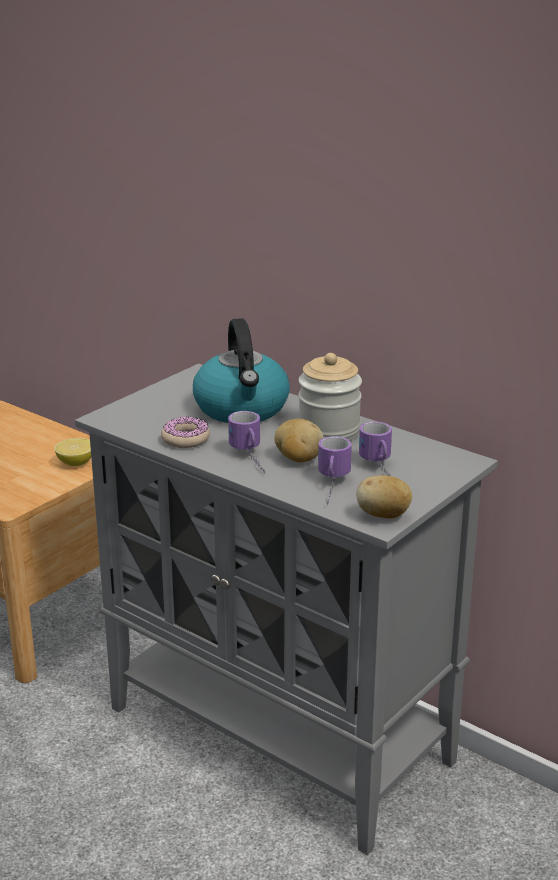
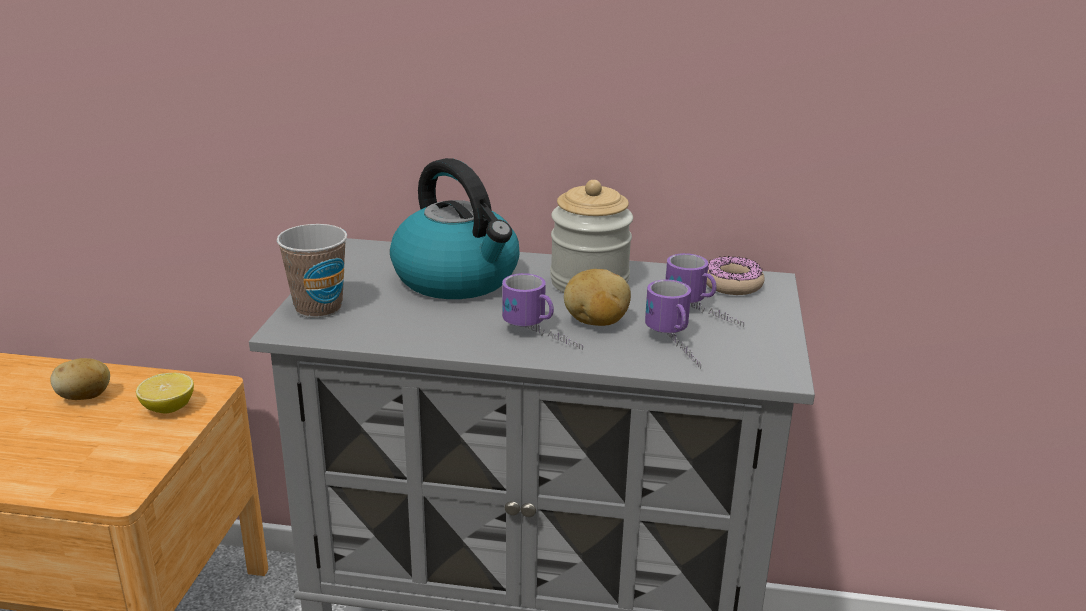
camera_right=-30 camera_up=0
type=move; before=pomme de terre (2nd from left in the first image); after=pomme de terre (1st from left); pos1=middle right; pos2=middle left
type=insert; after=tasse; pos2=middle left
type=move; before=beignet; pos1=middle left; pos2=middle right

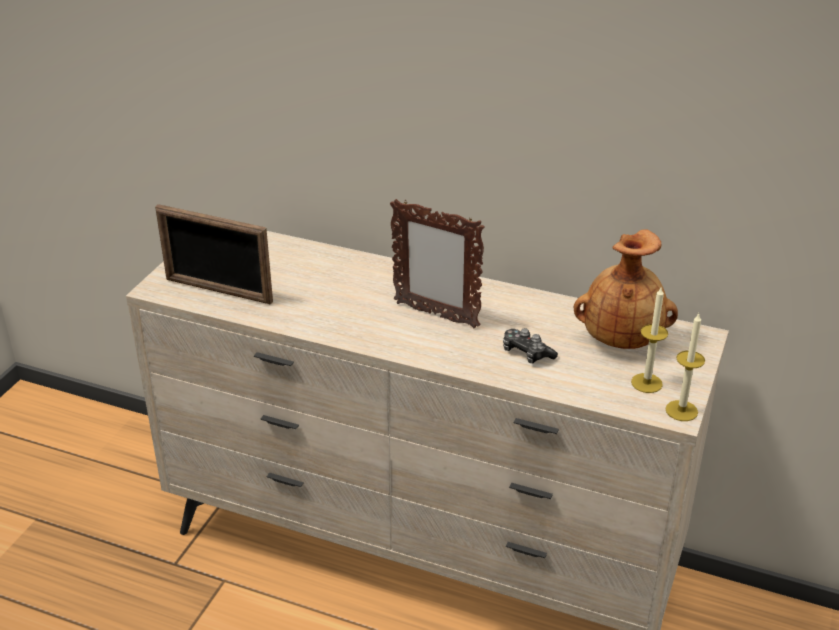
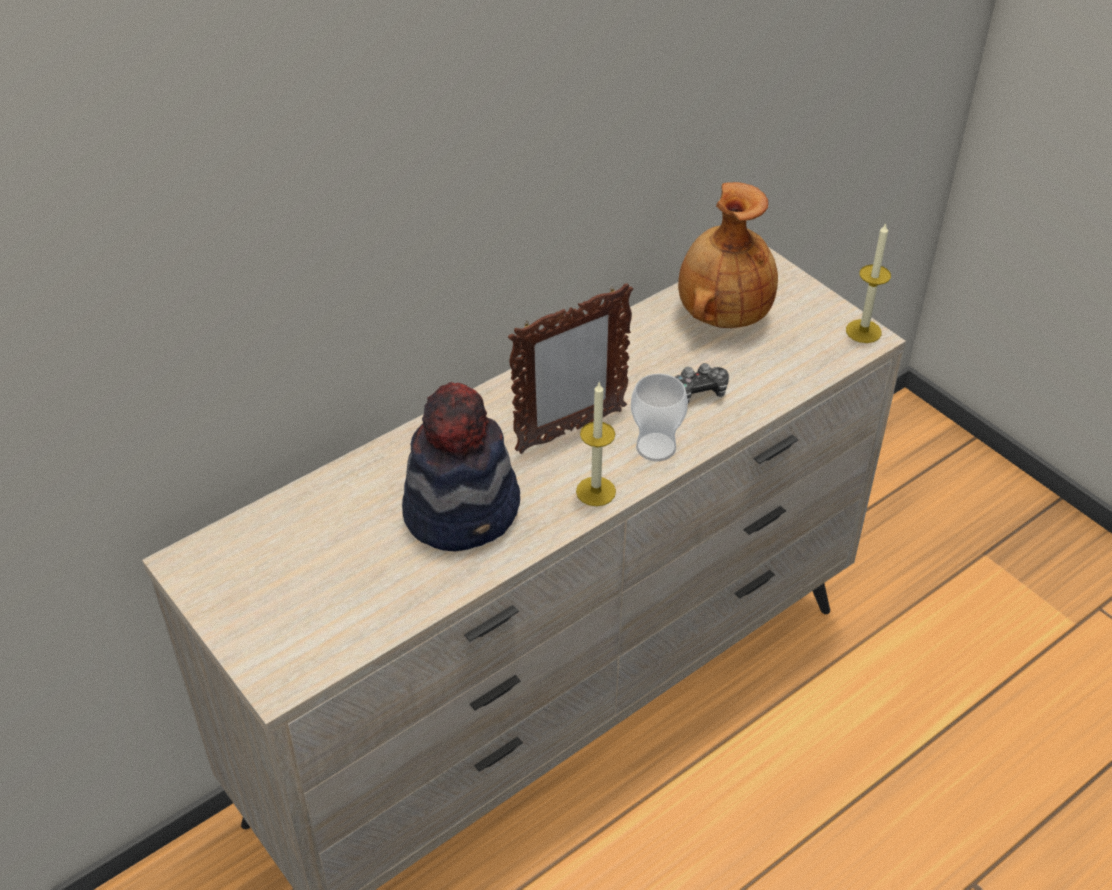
camera_right=-60 camera_up=10
type=insert; after=chapeau; pos2=centre
type=move; before=bougie (1st from left); pos1=middle right; pos2=centre
type=insert; after=tasse; pos2=centre
type=delete; before=cadre photo (1st from left); pos1=middle left

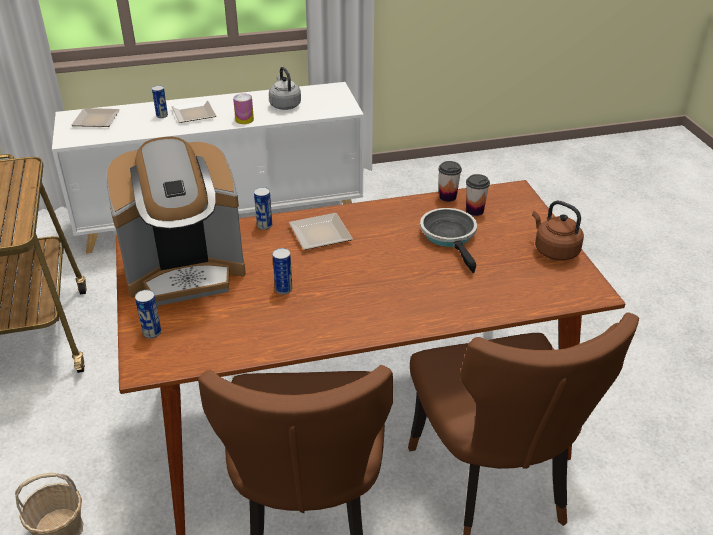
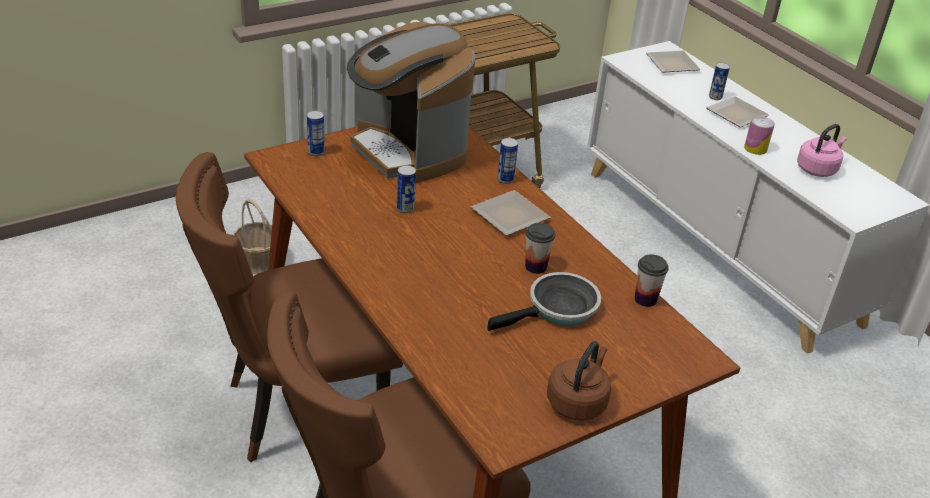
camera_right=70 camera_up=0
type=move; before=tasse (2nd from left in the first image); after=tasse (1st from left); pos1=middle right; pos2=centre
type=recolor; before=bouilloire (gris); after=bouilloire (rose); pos1=top centre; pos2=top right

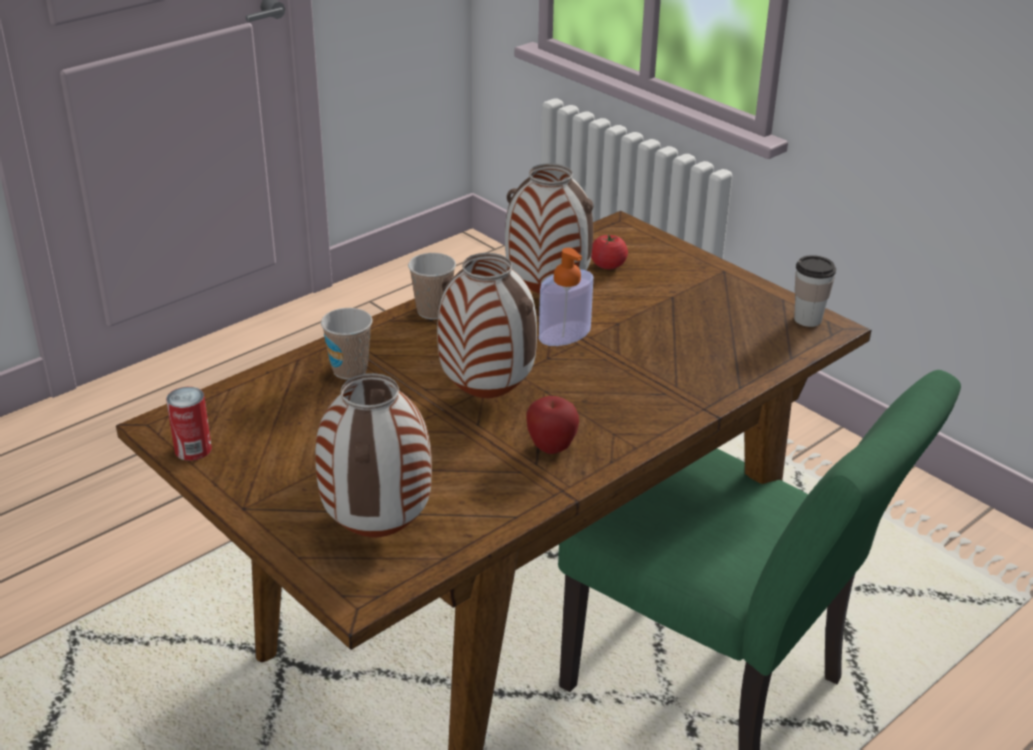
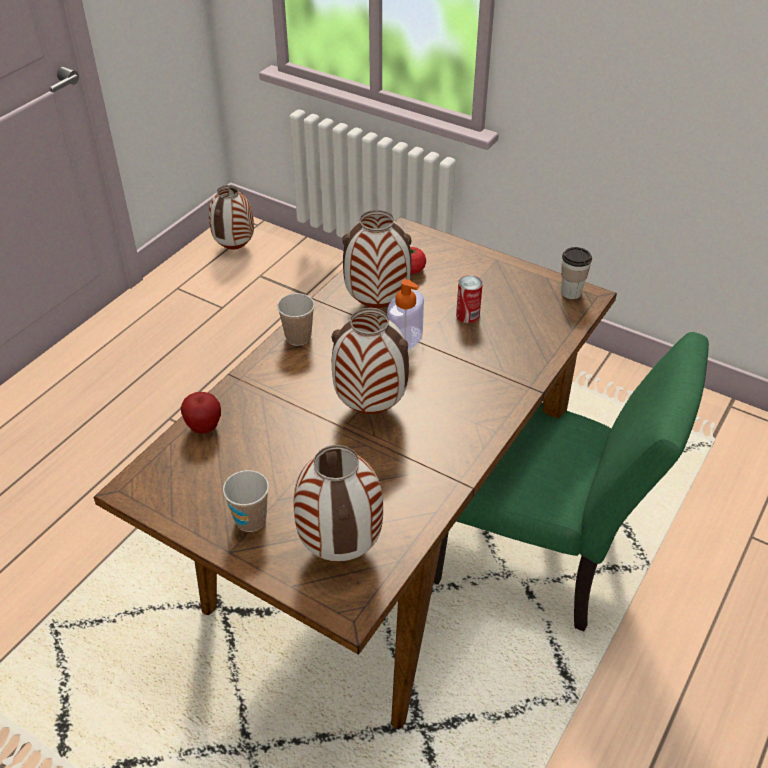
camera_right=-15 camera_up=10
type=move; before=pomme; pos1=centre; pos2=middle left
type=insert; after=vase (1st from left); pos2=top left
type=move; before=tasse (1st from left); pos1=centre; pos2=middle left
type=move; before=boîte métallique; pos1=middle left; pos2=centre

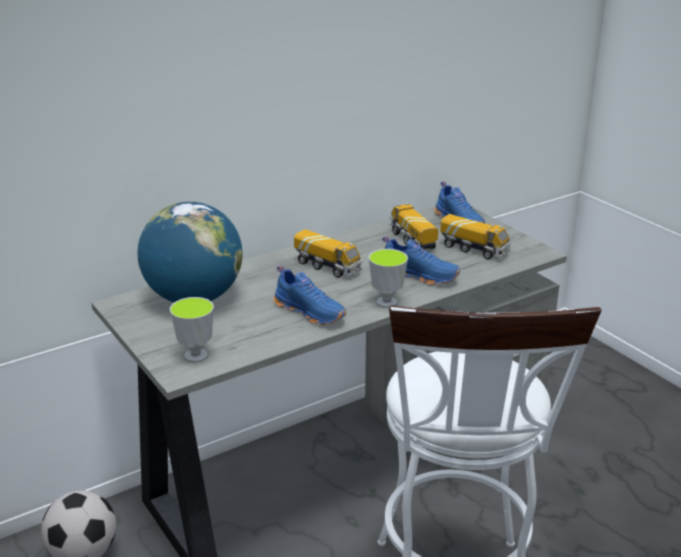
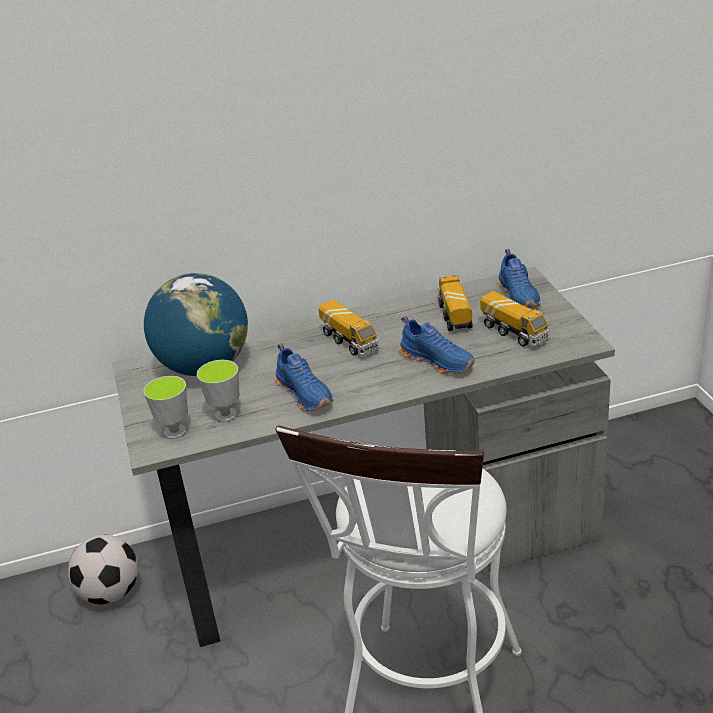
camera_right=20 camera_up=5
type=move; before=tasse (2nd from left); pos1=centre; pos2=middle left

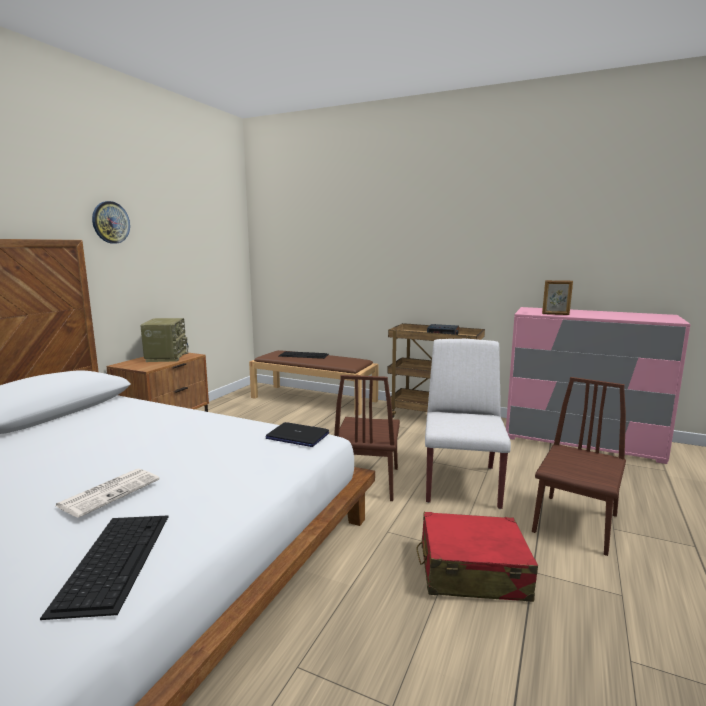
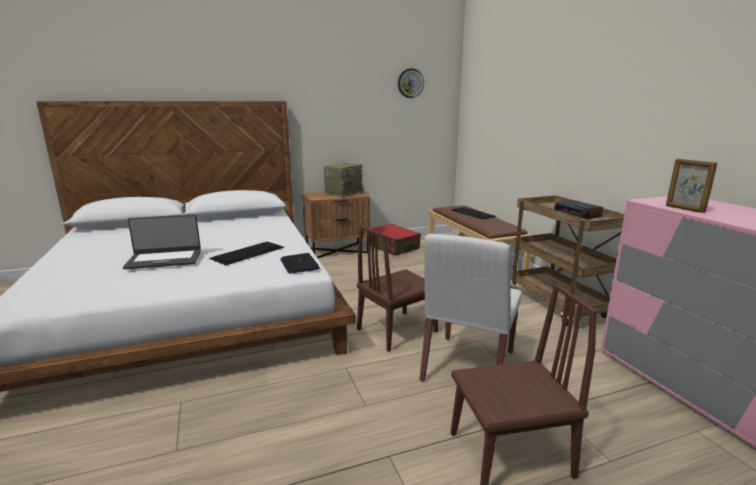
camera_right=45 camera_up=5
type=replace; before=journal; after=ordinateur portable (1st from left); pos1=bottom left; pos2=middle left
type=move; before=clavier (1st from left); pos1=bottom left; pos2=middle left
type=move; before=valise (rouge); pos1=bottom right; pos2=centre
type=move; before=horloge murale; pos1=top left; pos2=top centre
type=rotate; before=chaise (blanc); pos1=centre; pos2=centre; turn=150

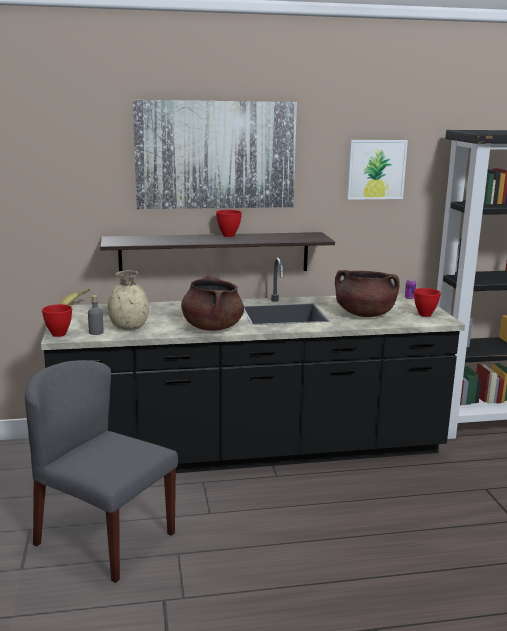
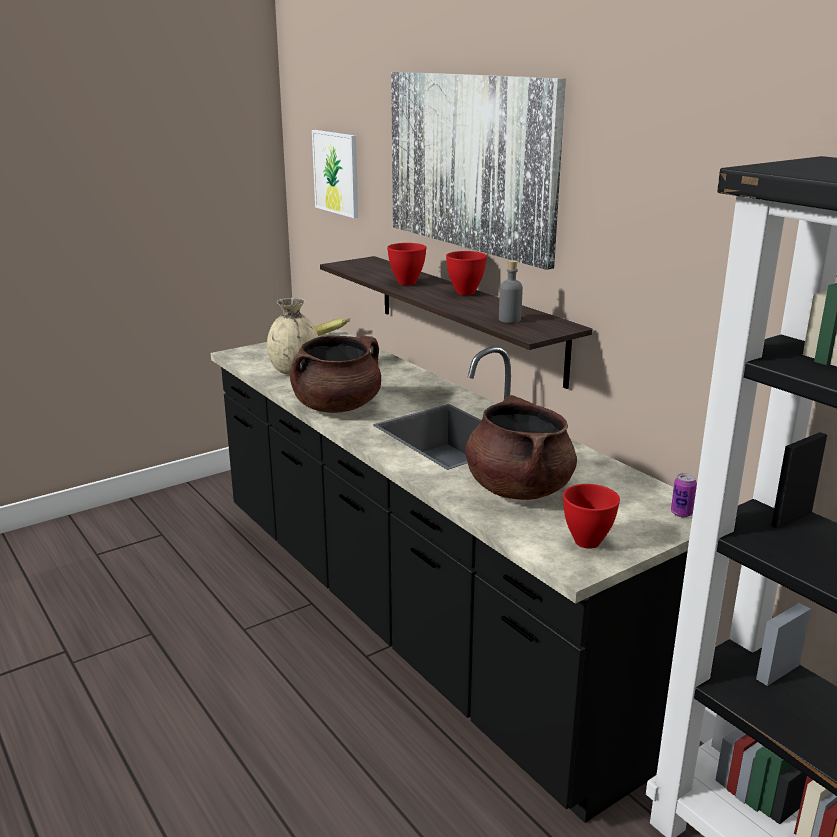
camera_right=65 camera_up=5
type=move; before=tableau (2nd from left in the first image); after=tableau (1st from left); pos1=top right; pos2=top centre
type=move; before=bol (rouge) (1st from left); pos1=middle left; pos2=top centre
type=move; before=bouteille (gris); pos1=middle left; pos2=centre
type=delete; before=chaise (gris); pos1=bottom left

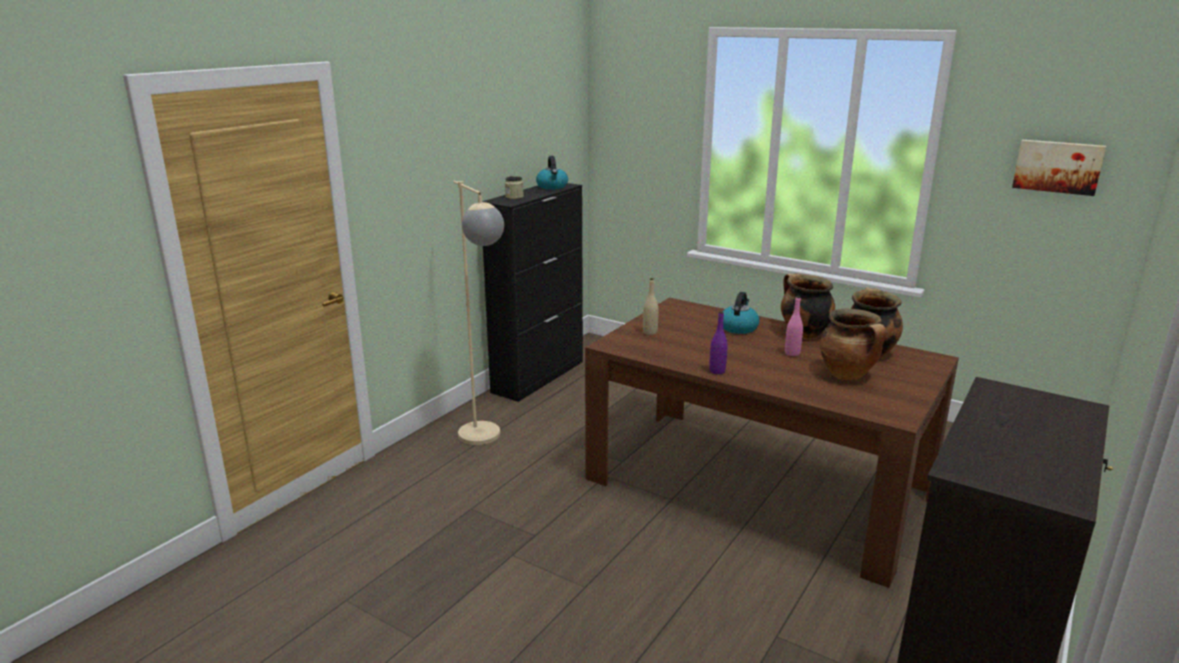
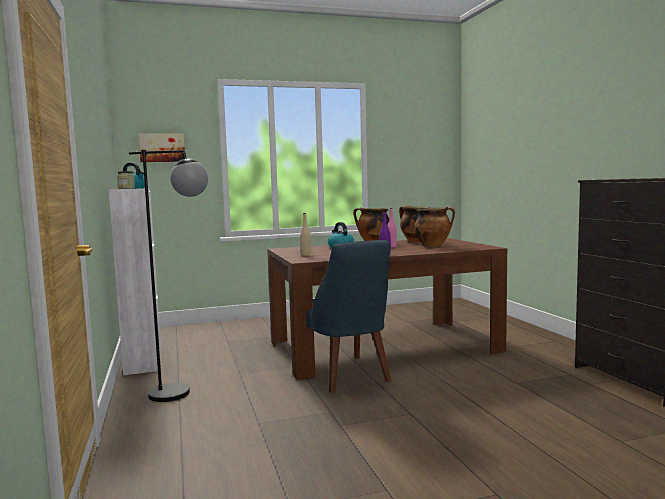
camera_right=-50 camera_up=-15
type=recolor; before=meuble de rangement (noir); after=meuble de rangement (blanc); pos1=centre; pos2=middle left
type=recolor; before=lampadaire (beige); after=lampadaire (noir); pos1=centre; pos2=middle left
type=move; before=tableau; pos1=top right; pos2=top left
type=insert; after=chaise (bleu); pos2=centre

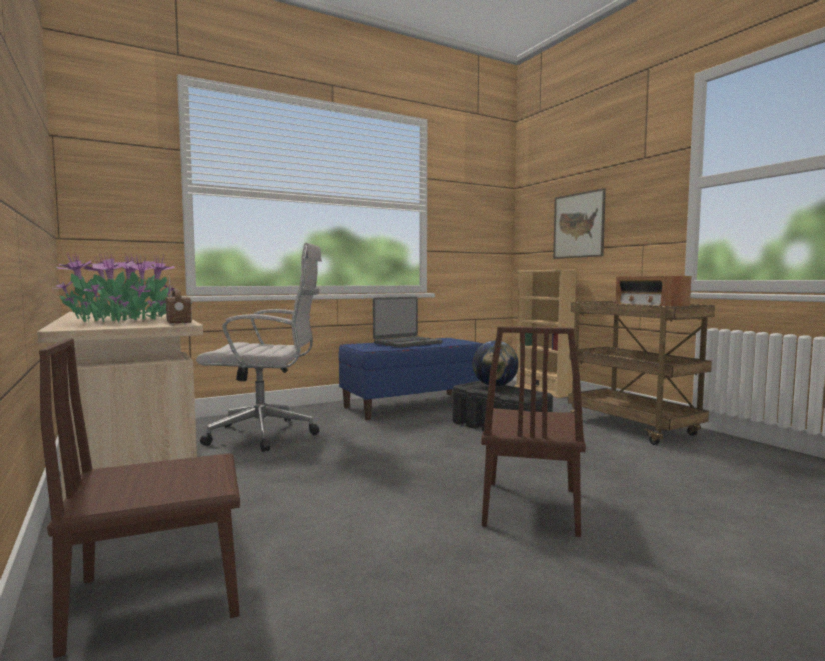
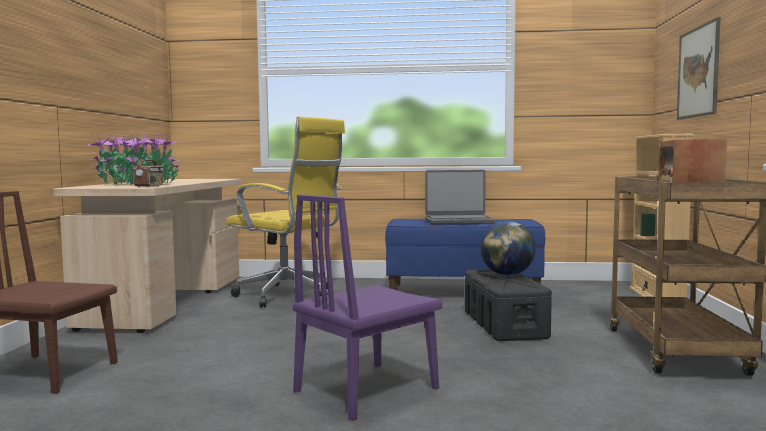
camera_right=35 camera_up=0
type=recolor; before=chaise de bureau (blanc); after=chaise de bureau (jaune); pos1=middle left; pos2=centre
type=recolor; before=chaise (marron) (2nd from left); after=chaise (violet); pos1=centre; pos2=bottom centre

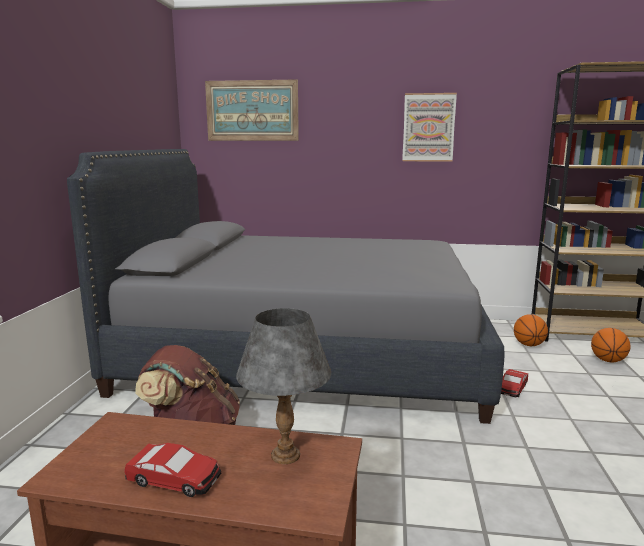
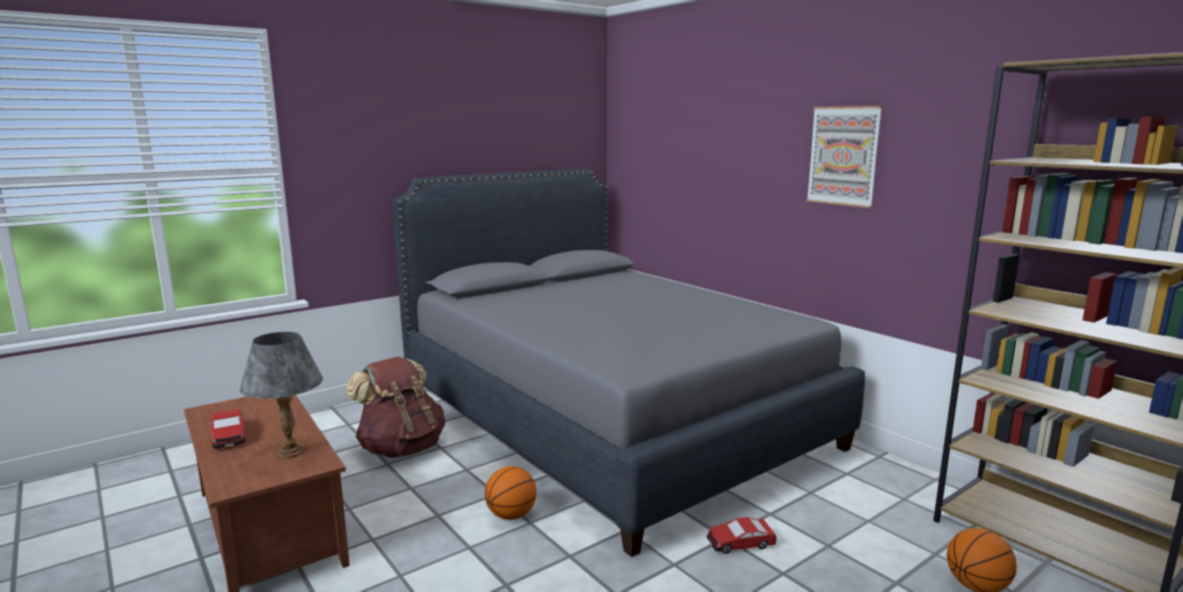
camera_right=45 camera_up=0
type=move; before=ballon de basket (1st from left); pos1=middle right; pos2=bottom centre
type=delete; before=tableau (1st from left); pos1=top centre

